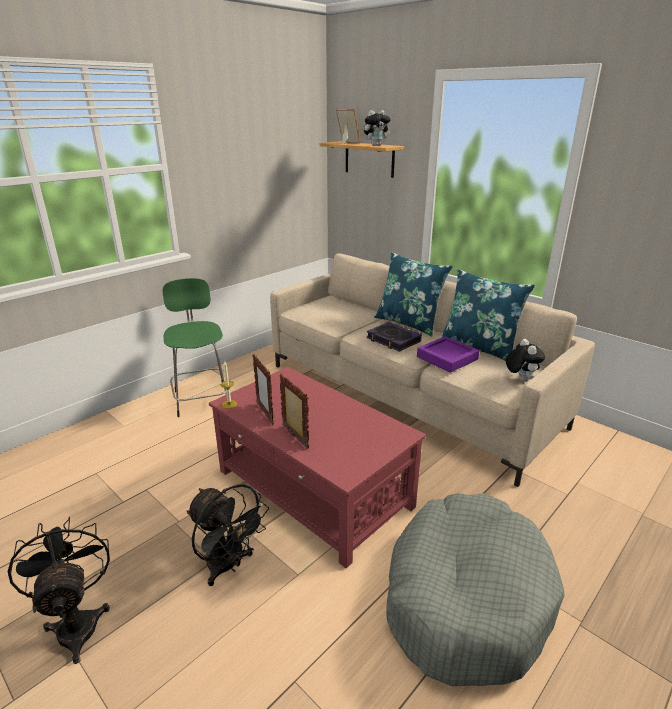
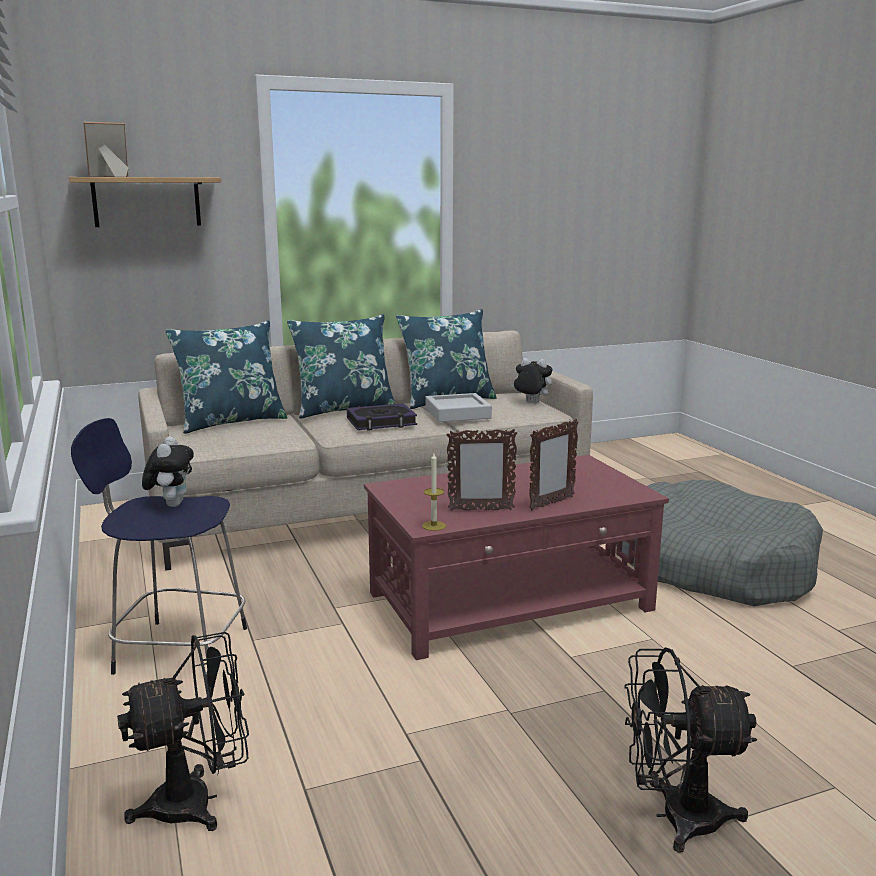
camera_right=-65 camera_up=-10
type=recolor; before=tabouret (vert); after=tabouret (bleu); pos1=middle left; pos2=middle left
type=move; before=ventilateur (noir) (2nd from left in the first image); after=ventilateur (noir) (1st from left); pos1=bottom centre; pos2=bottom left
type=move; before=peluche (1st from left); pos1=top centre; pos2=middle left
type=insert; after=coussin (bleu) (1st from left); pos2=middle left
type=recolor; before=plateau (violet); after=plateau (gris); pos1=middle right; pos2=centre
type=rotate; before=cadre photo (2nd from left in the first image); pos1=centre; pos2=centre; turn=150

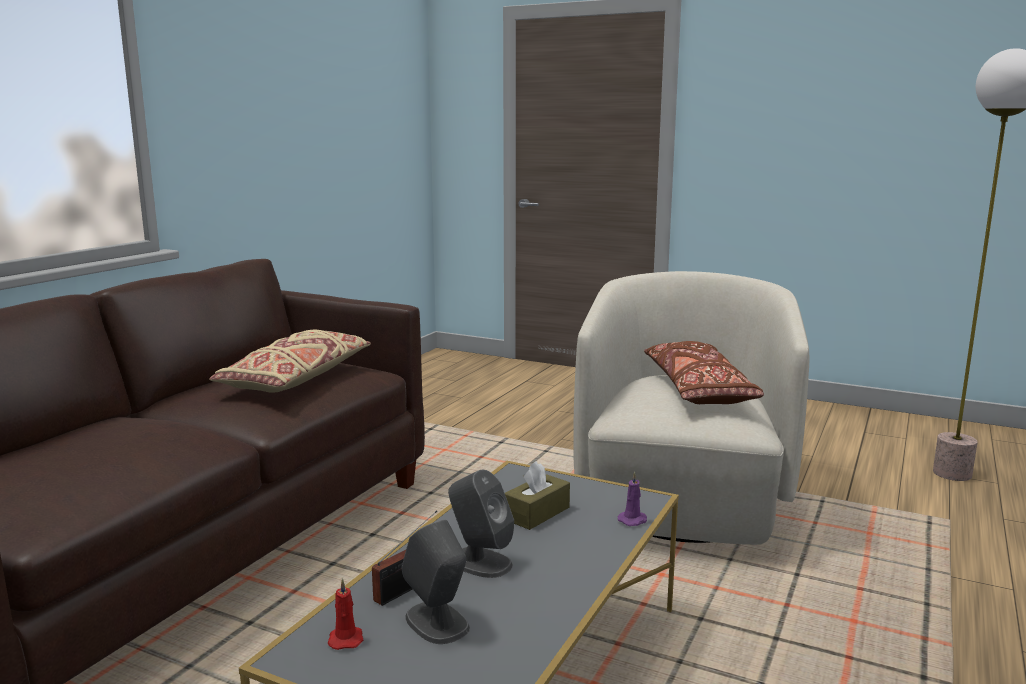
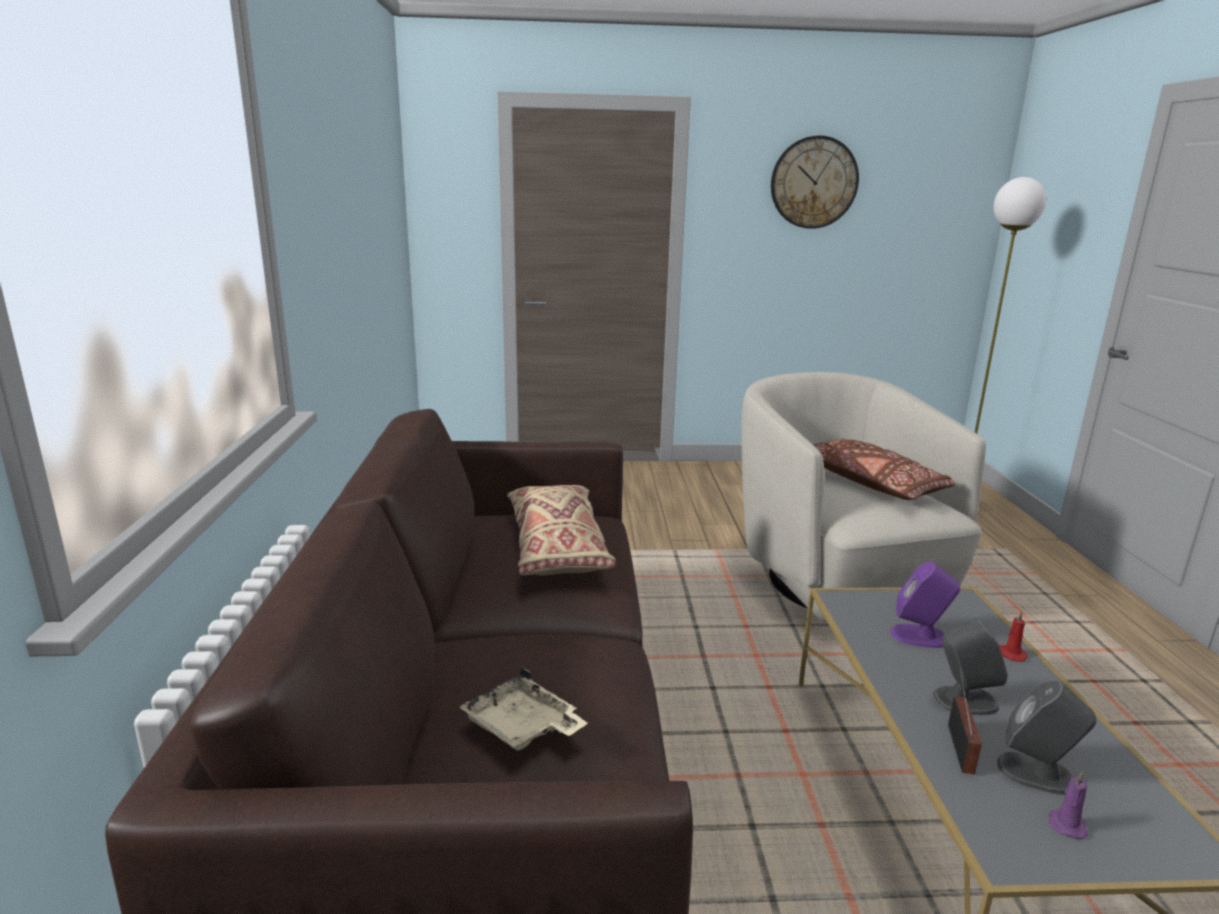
camera_right=-30 camera_up=5
type=insert; after=plateau (beige); pos2=bottom centre
type=insert; after=horloge murale; pos2=top right
type=replace; before=boîte à mouchoirs (marron); after=enceinte (violet); pos1=bottom centre; pos2=middle right
type=move; before=bougie (rouge); pos1=bottom centre; pos2=bottom right
type=move; before=bougie (violet); pos1=bottom centre; pos2=bottom right

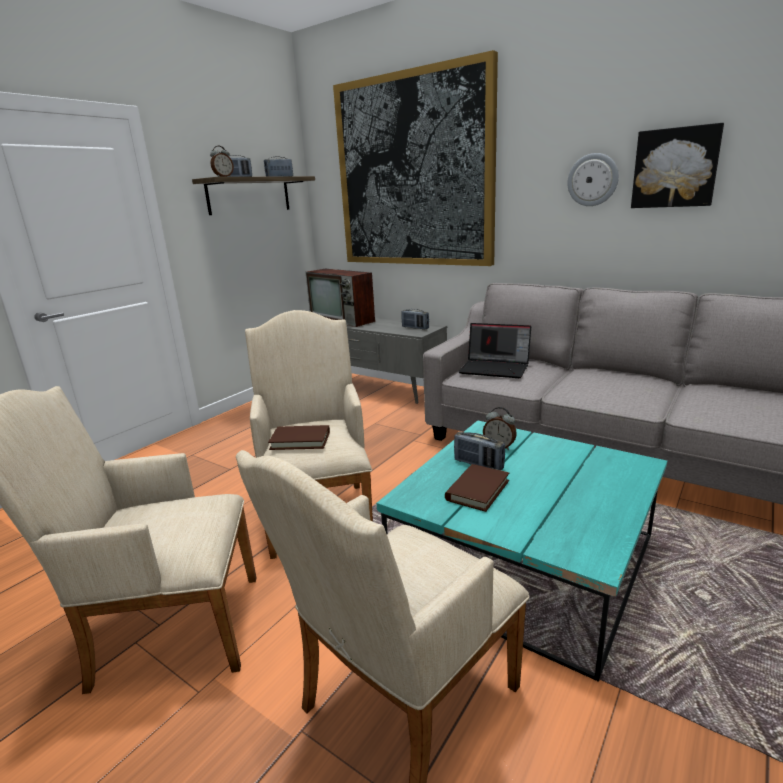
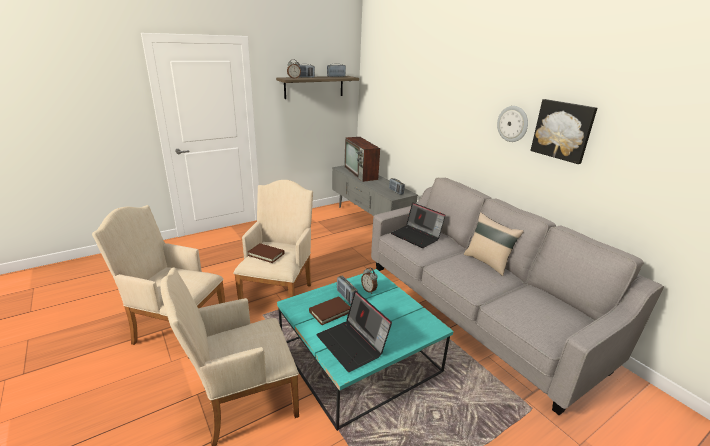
camera_right=20 camera_up=5
type=insert; after=ordinateur portable (1st from left); pos2=bottom centre
type=insert; after=coussin (beige); pos2=middle right
type=delete; before=tableau (1st from left); pos1=top centre

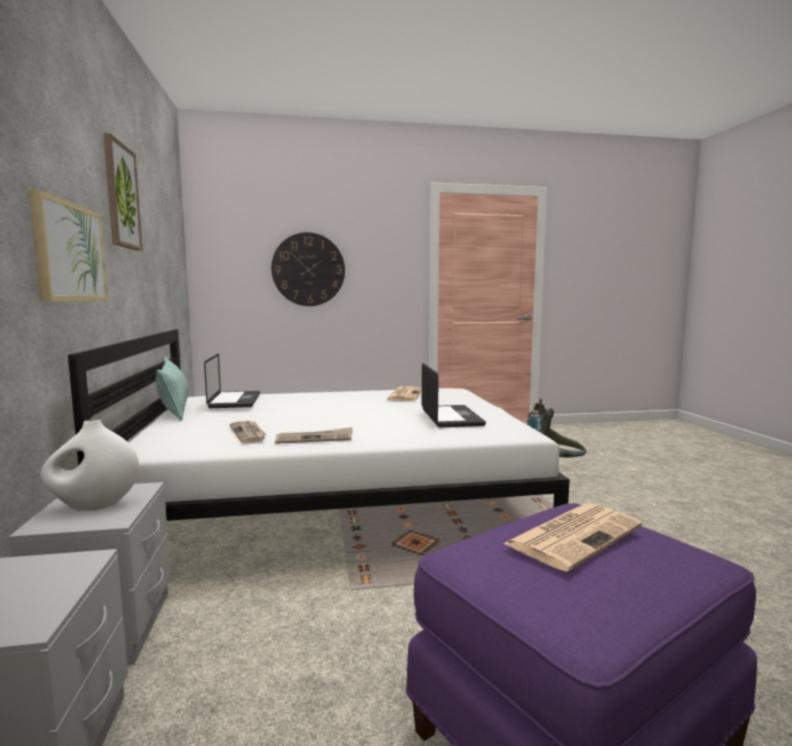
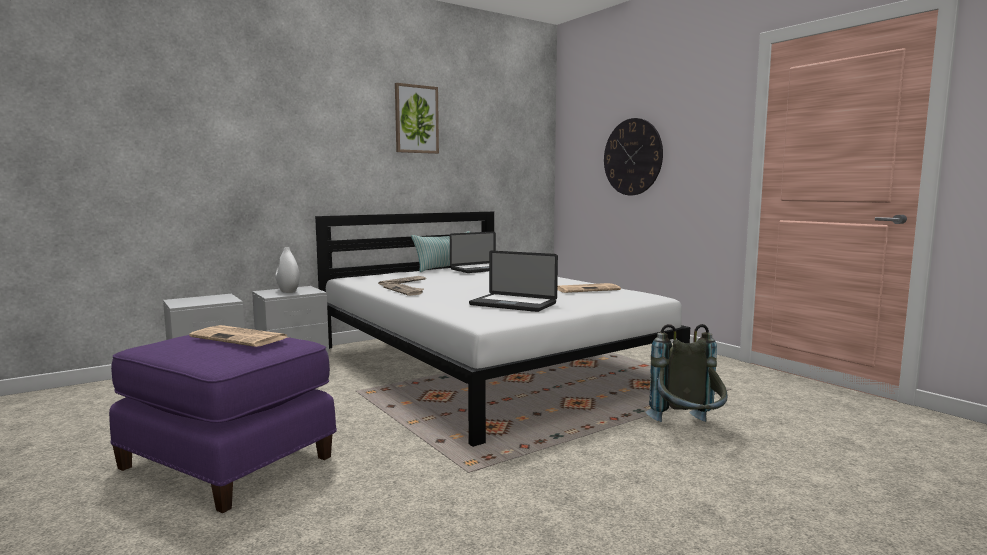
camera_right=65 camera_up=0
type=rotate; before=ordinateur portable (2nd from left); pos1=centre; pos2=centre; turn=60
type=delete; before=tableau (1st from left); pos1=top left

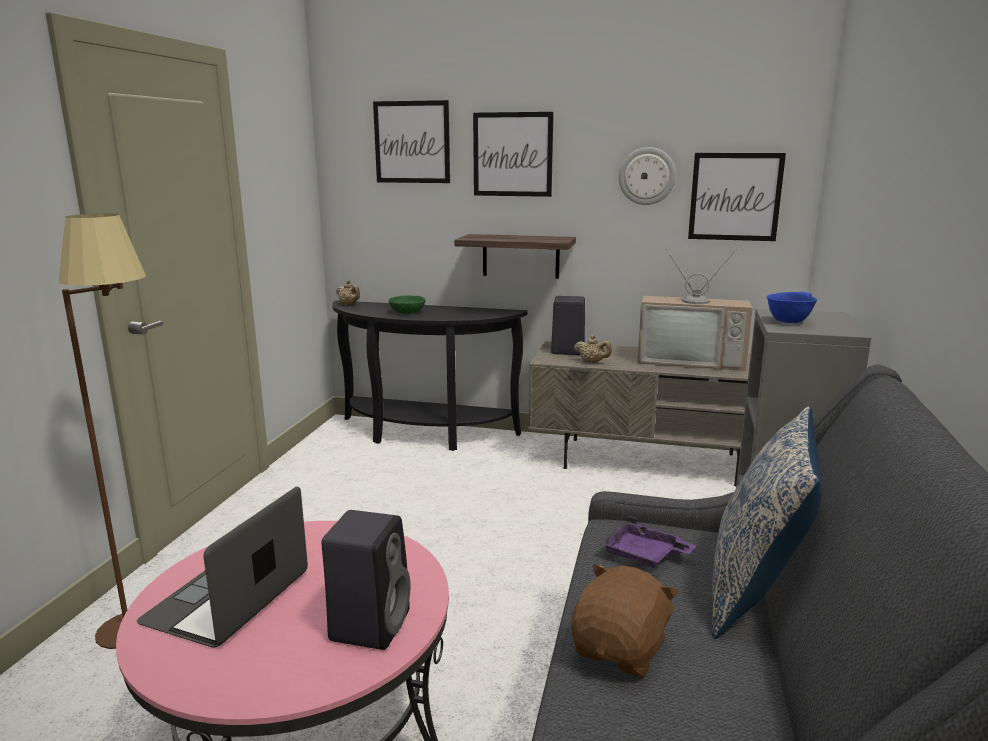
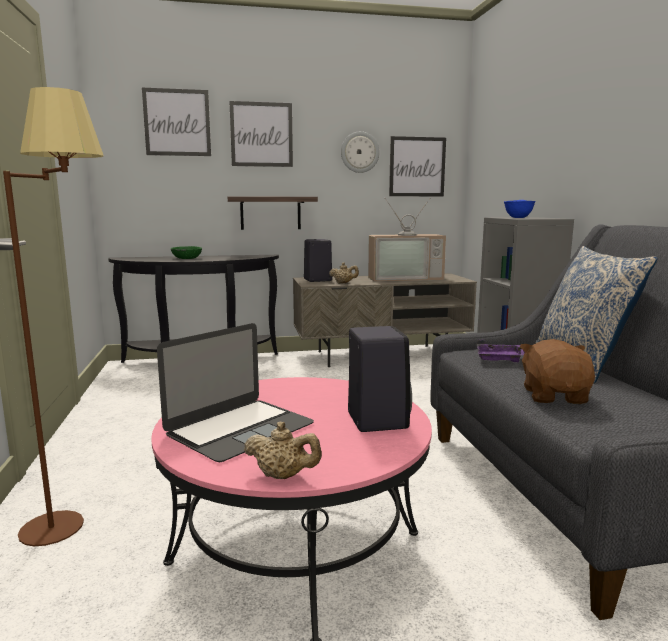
camera_right=-25 camera_up=-5
type=rotate; before=ordinateur portable; pos1=bottom left; pos2=centre; turn=-135
type=move; before=théière (beige) (1st from left); pos1=centre; pos2=bottom centre

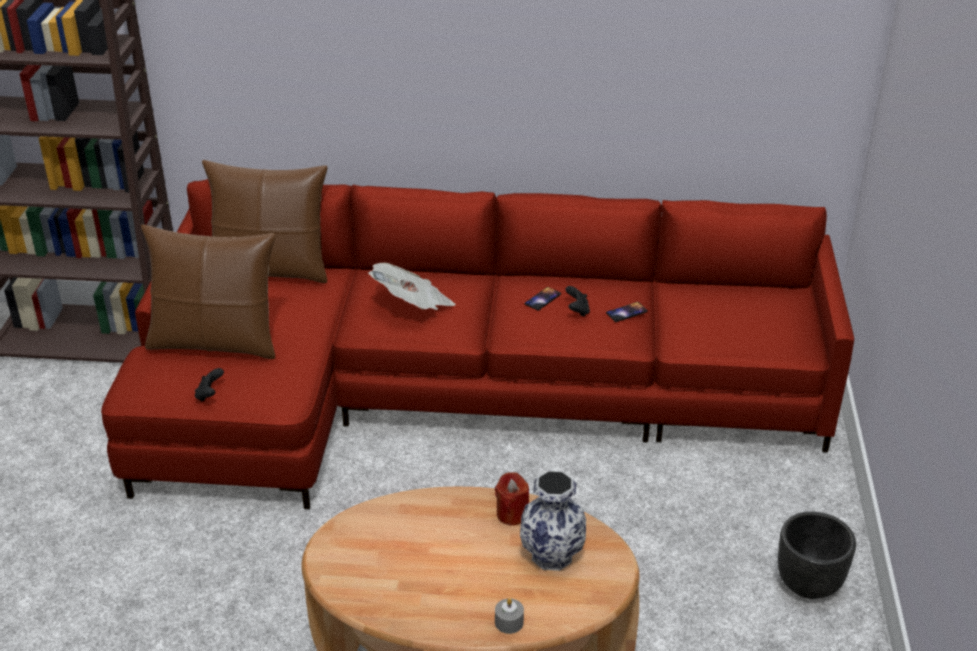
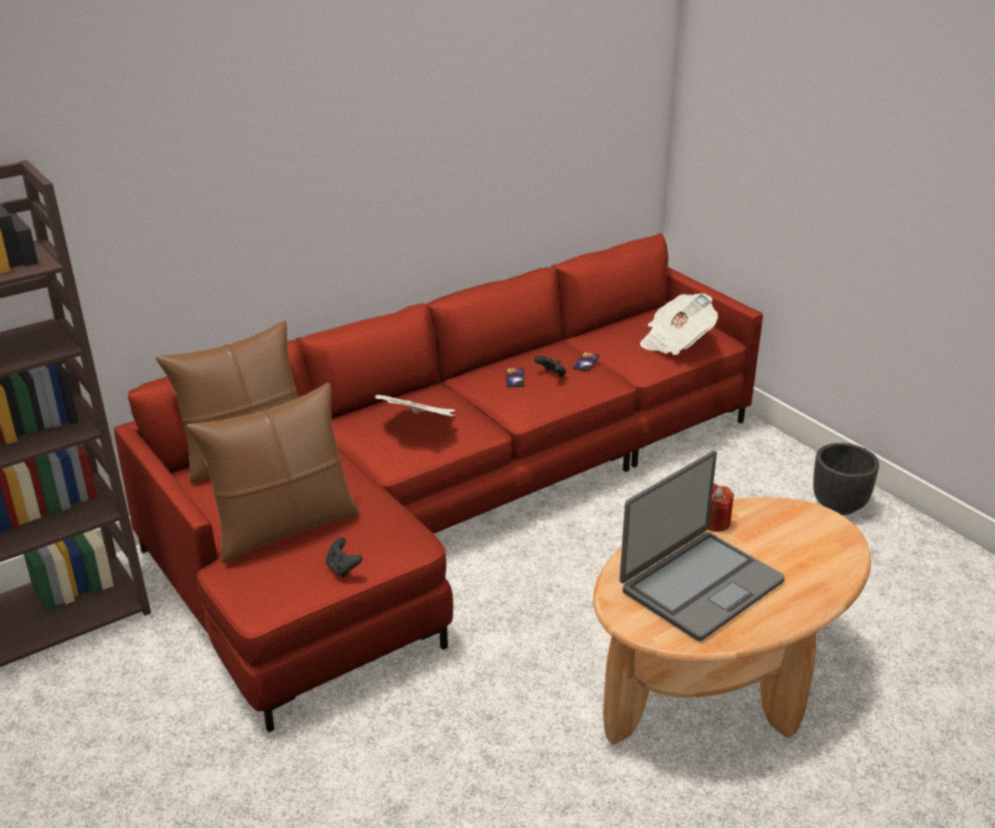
camera_right=-40 camera_up=-5
type=insert; after=ordinateur portable; pos2=middle right
type=insert; after=journal (2nd from left); pos2=middle right
type=delete; before=bougie (gris); pos1=bottom centre
type=delete; before=vase; pos1=bottom centre

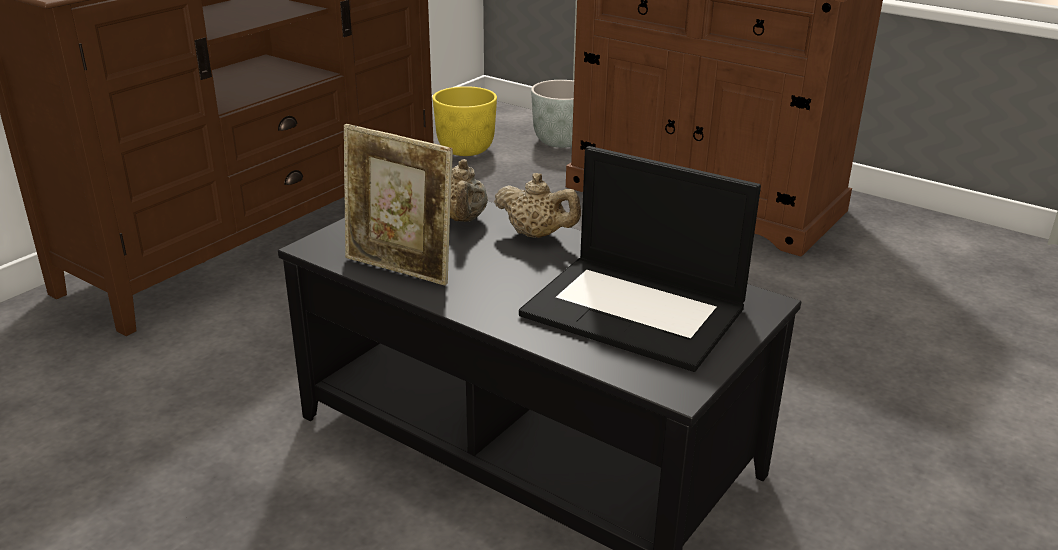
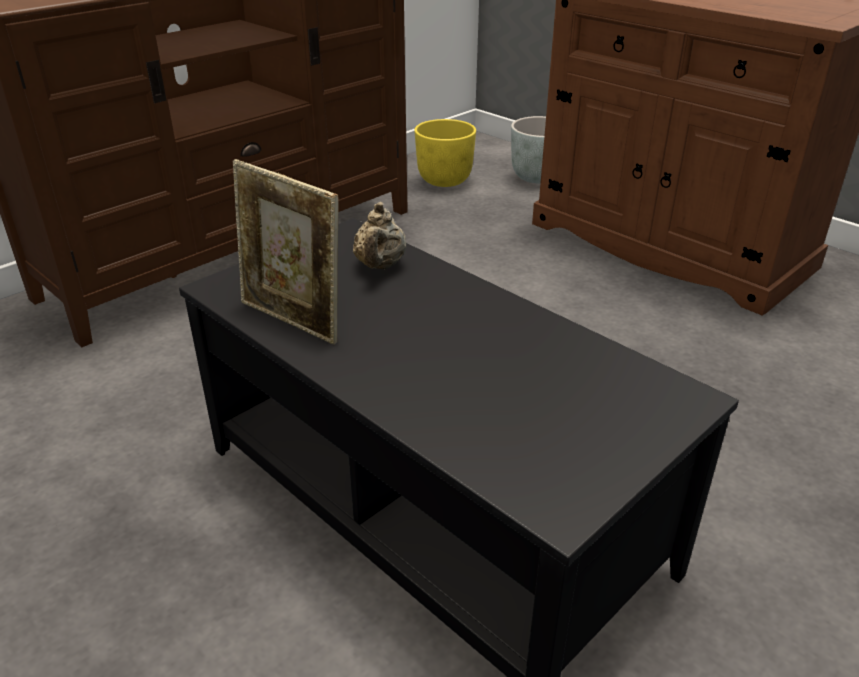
camera_right=10 camera_up=5
type=delete; before=théière (beige) (2nd from left); pos1=centre
type=delete; before=ordinateur portable; pos1=centre

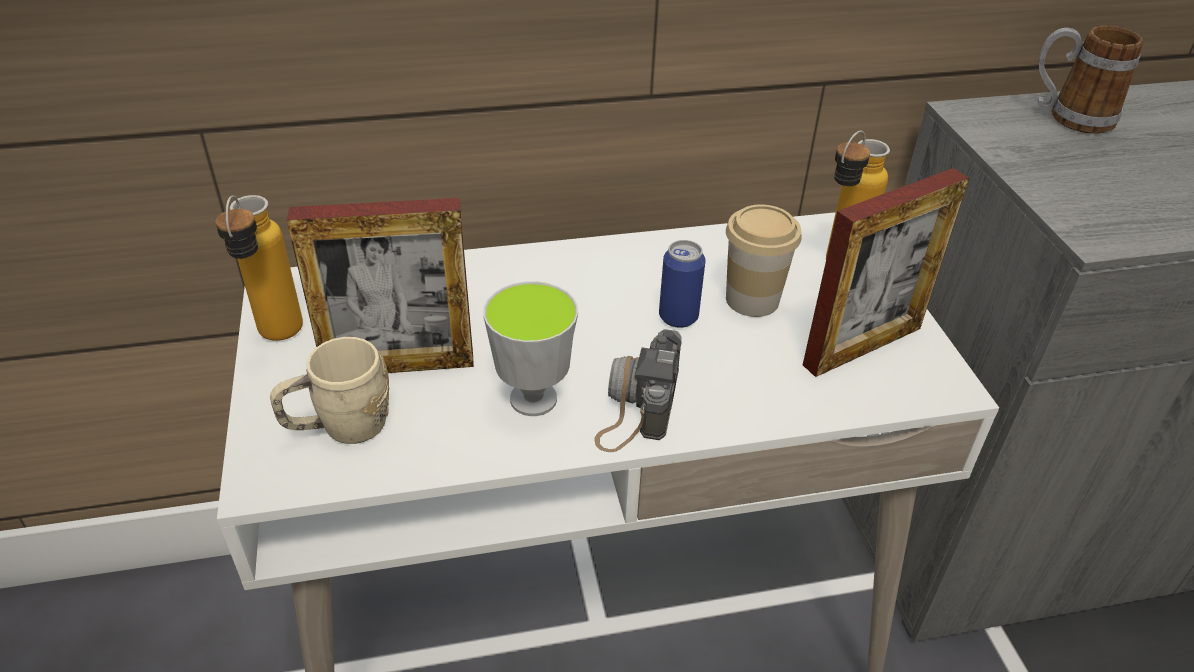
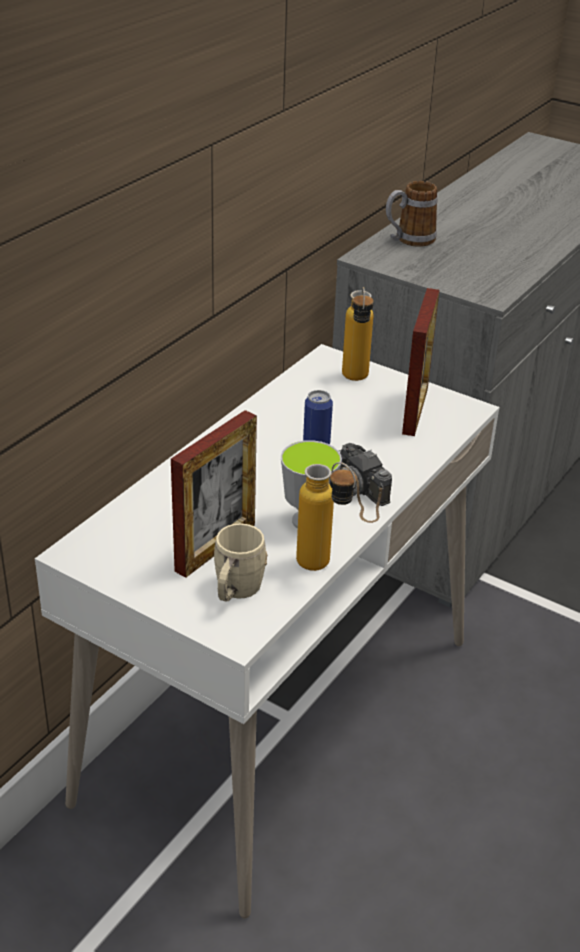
camera_right=-45 camera_up=-5
type=move; before=bouteille (1st from left); pos1=middle left; pos2=centre
type=delete; before=tasse (2nd from left); pos1=centre

